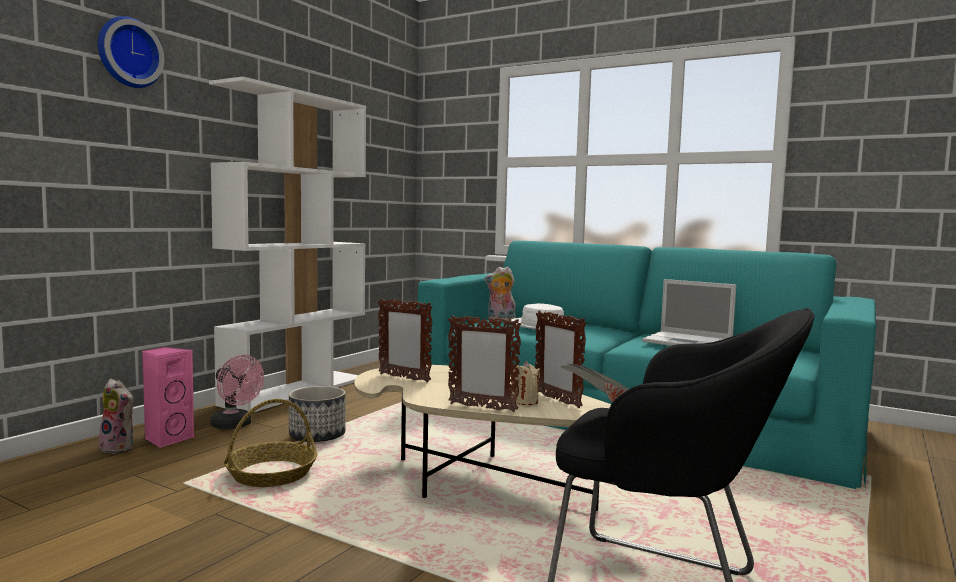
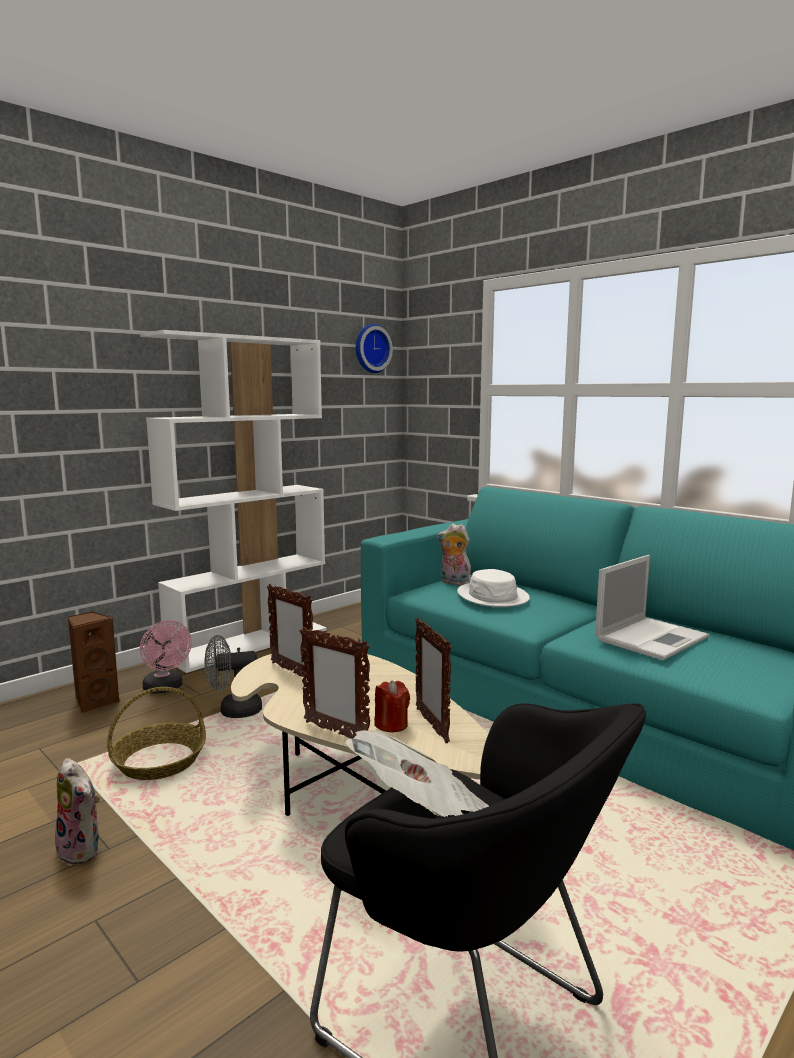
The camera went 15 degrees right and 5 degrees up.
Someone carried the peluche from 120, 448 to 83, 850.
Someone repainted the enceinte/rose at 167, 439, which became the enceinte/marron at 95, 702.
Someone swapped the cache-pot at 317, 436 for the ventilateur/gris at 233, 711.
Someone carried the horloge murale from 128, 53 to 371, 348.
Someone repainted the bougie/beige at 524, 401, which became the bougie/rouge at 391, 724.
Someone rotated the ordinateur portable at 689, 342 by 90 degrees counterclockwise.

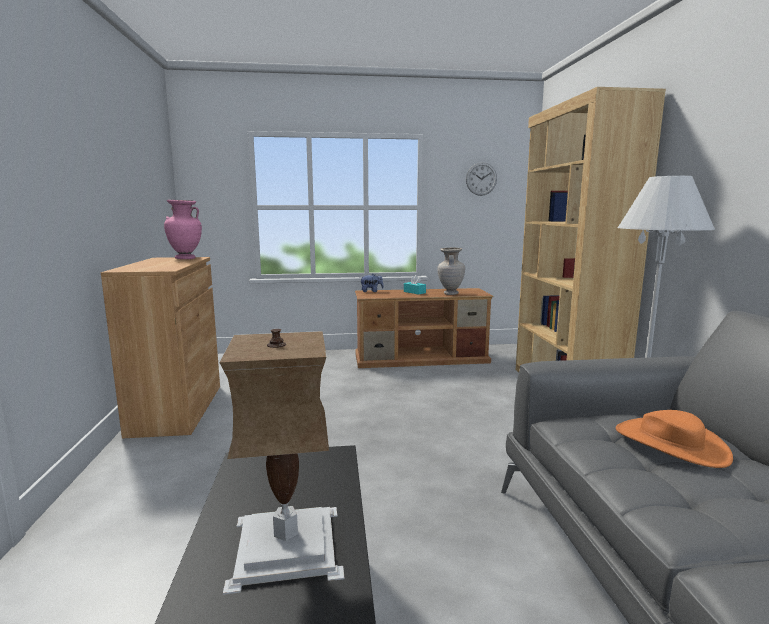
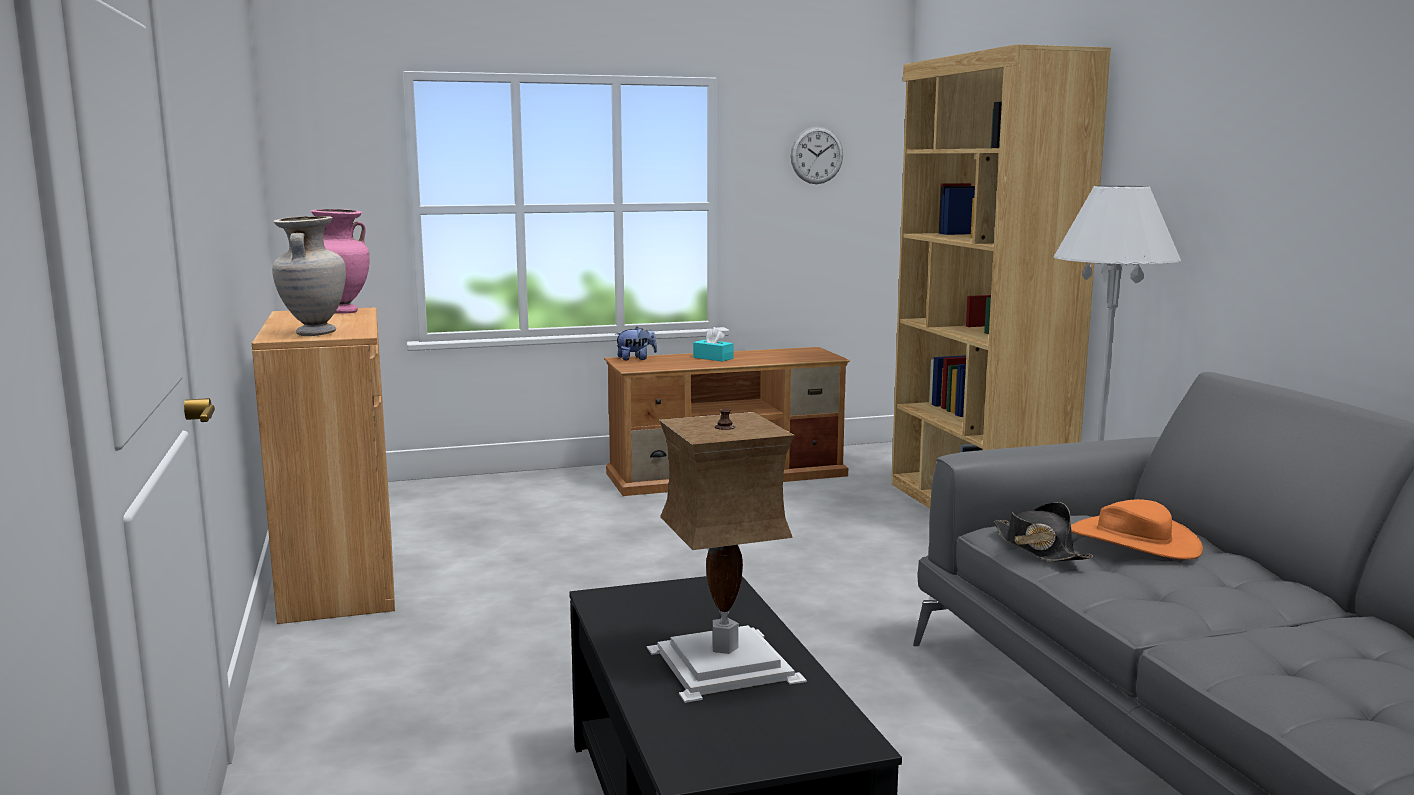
The camera went 10 degrees left and 0 degrees up.
Someone carried the vase/beige from 450, 294 to 314, 333.
Someone put down the chapeau/noir at 1038, 548.

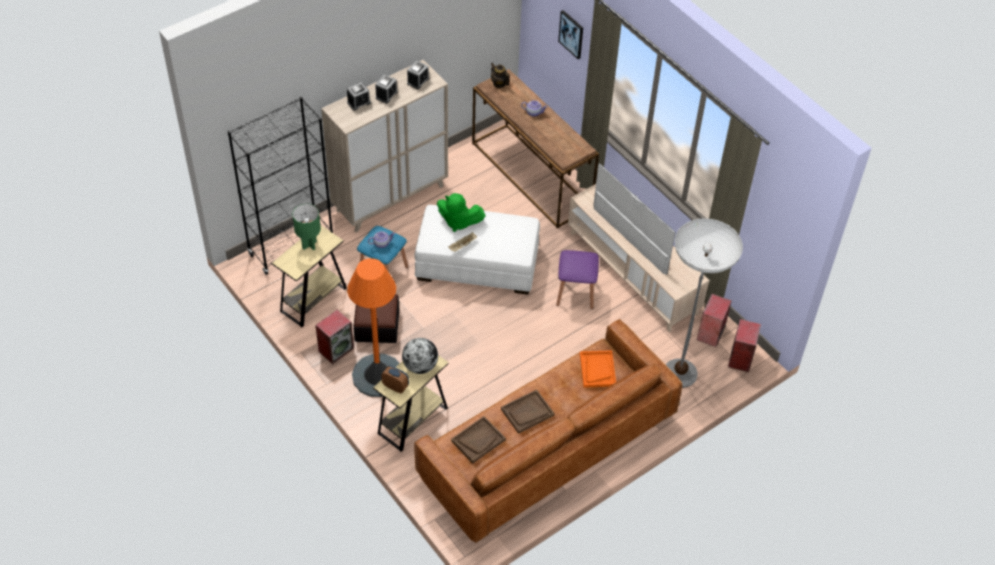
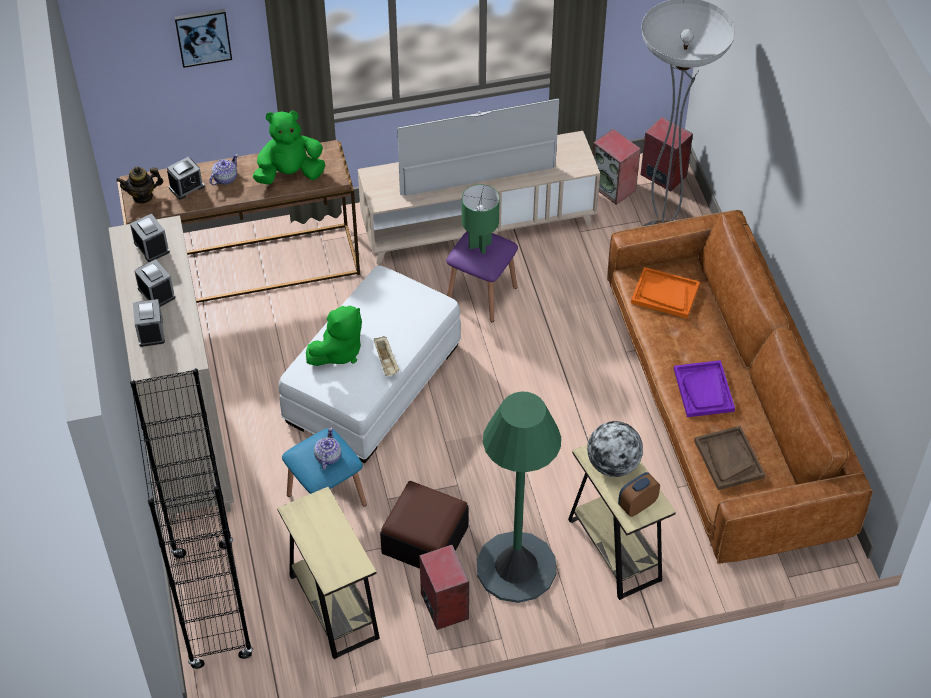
The camera went 65 degrees left and 0 degrees up.
Someone put down the réveil at 186, 187.
Someone put down the peluche/vert at 290, 174.
Someone carried the lampe de table/vert from 309, 245 to 479, 245.
Someone repainted the lampadaire/orange at 377, 375, which became the lampadaire/vert at 516, 567.
Someone repainted the plateau/marron at 527, 412, which became the plateau/violet at 704, 390.

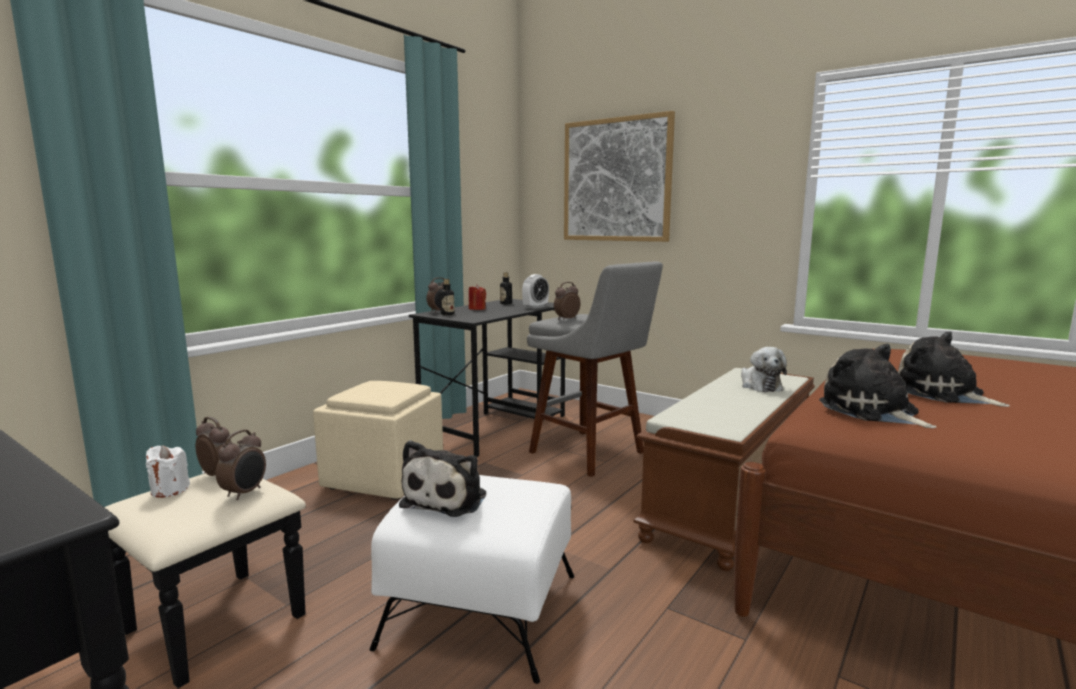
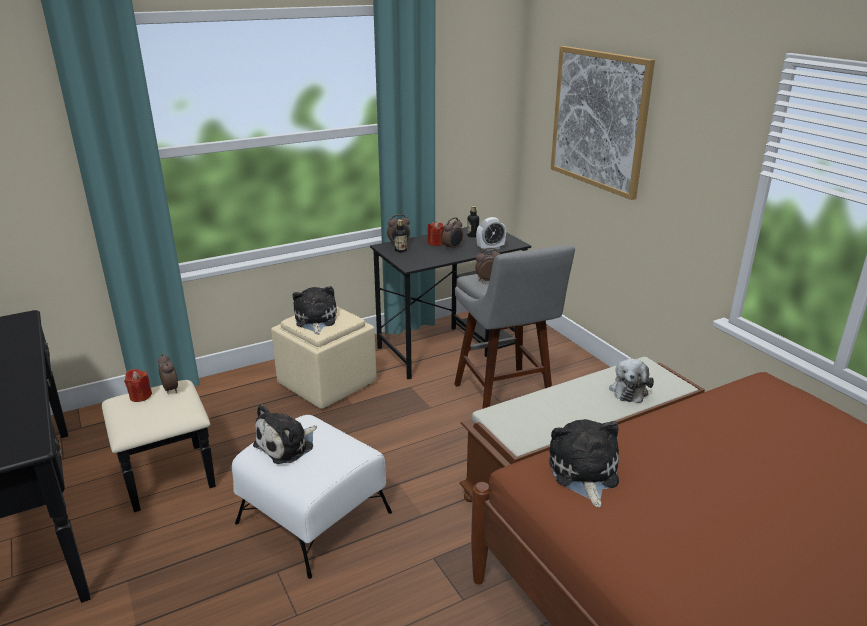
The camera went 25 degrees right and 15 degrees up.
Someone repainted the bougie/blanc at 170, 490, which became the bougie/rouge at 140, 396.
Someone carried the peluche from 942, 394 to 315, 320.
Someone carried the réveil from 245, 493 to 453, 248.

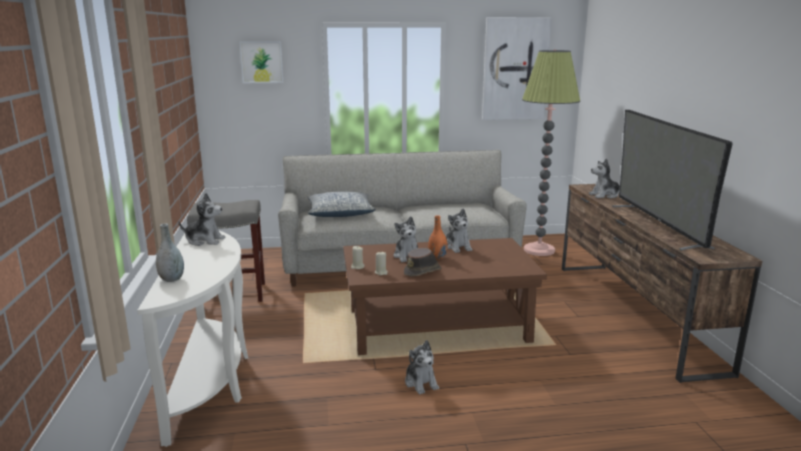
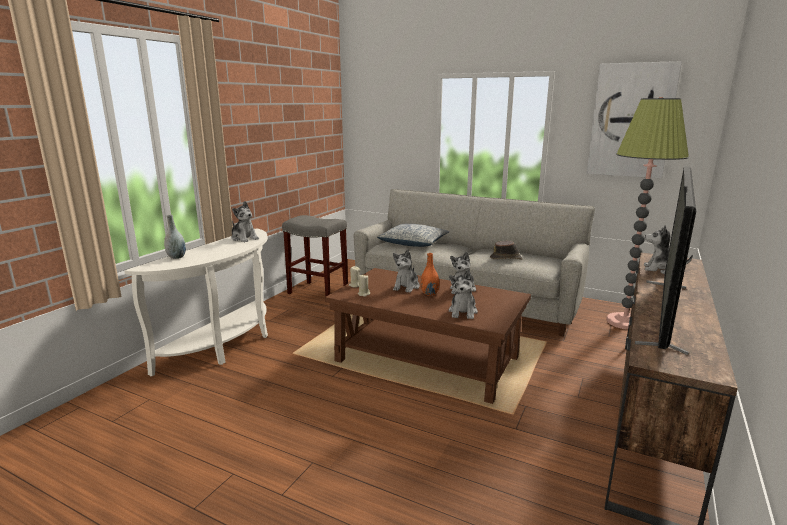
The camera went 35 degrees right and 0 degrees up.
Someone carried the peluche from 421, 383 to 463, 312.
Someone carried the chapeau/marron from 423, 271 to 506, 259.
Someone took away the tableau at 261, 62.

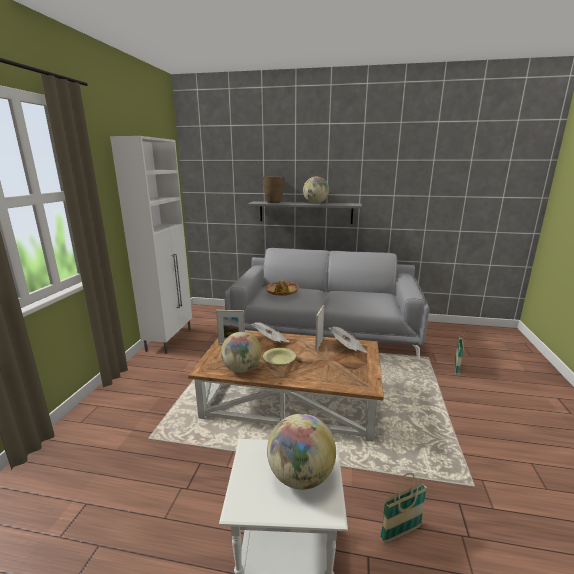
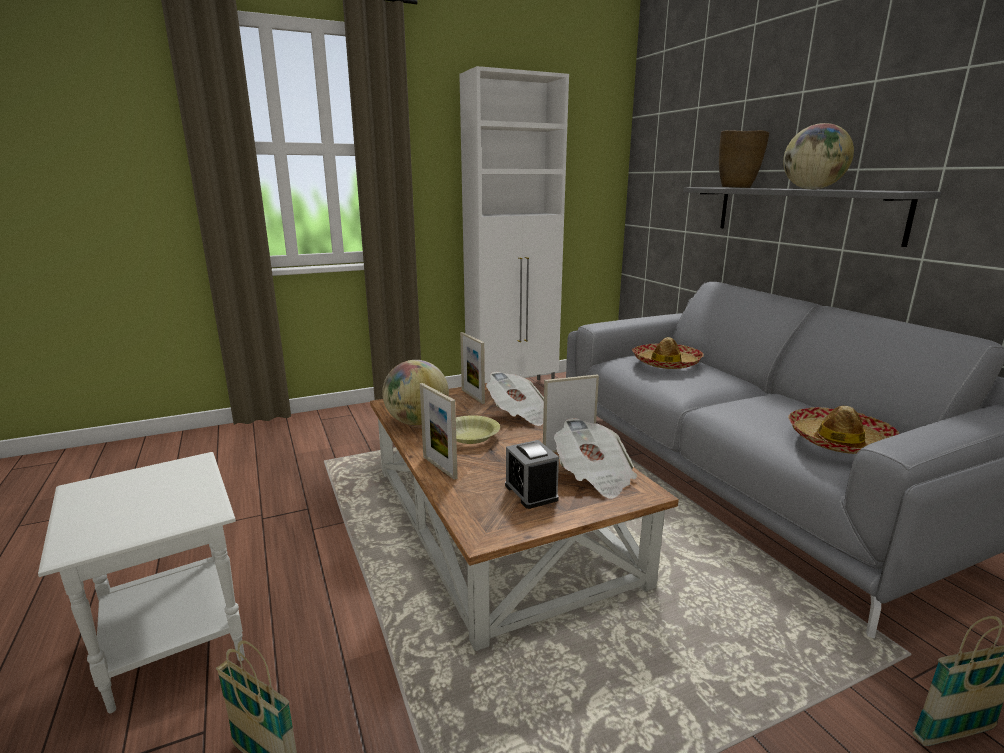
The camera went 55 degrees right and 0 degrees up.
Someone put down the cadre photo at 439, 467.
Someone put down the réveil at 531, 492.
Someone put down the chapeau at 838, 441.
Someone took away the globe at 300, 476.

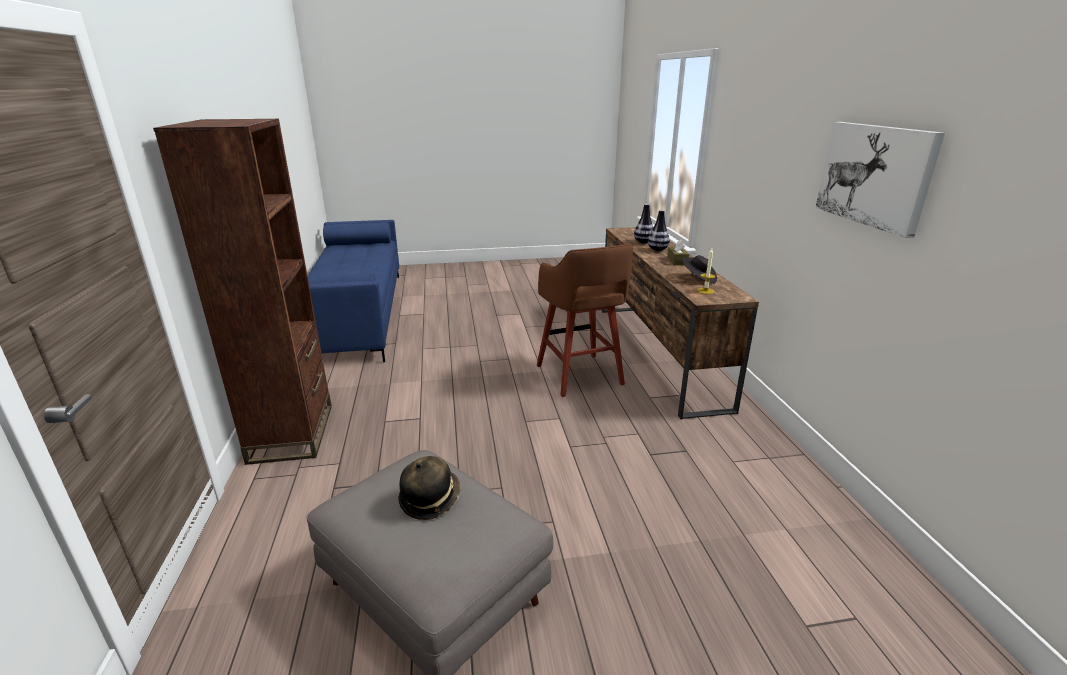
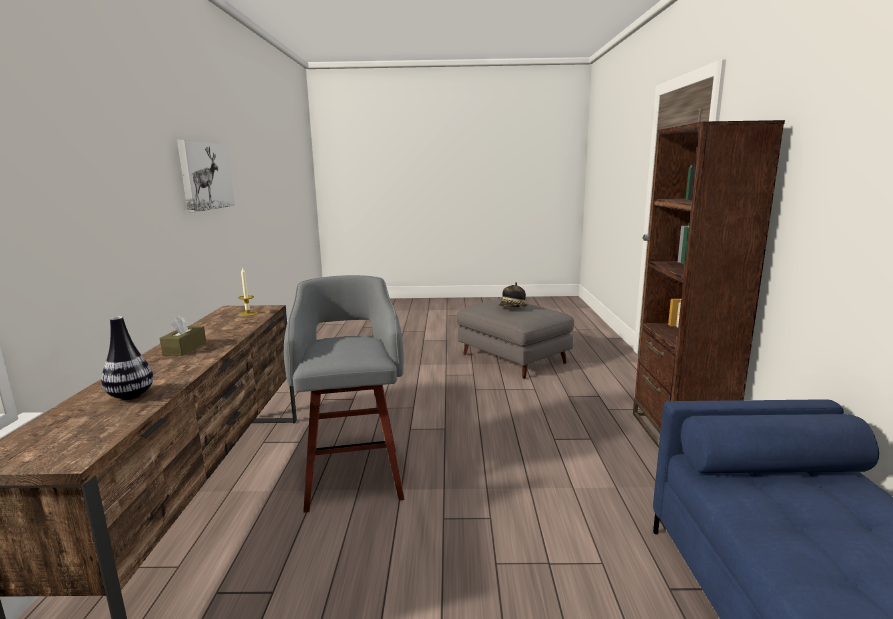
The camera went 170 degrees left and 10 degrees down.
Someone repainted the tabouret/marron at 580, 376, which became the tabouret/gris at 354, 475.
Someone took away the vase at 657, 250.
Someone took away the chapeau/noir at 698, 279.

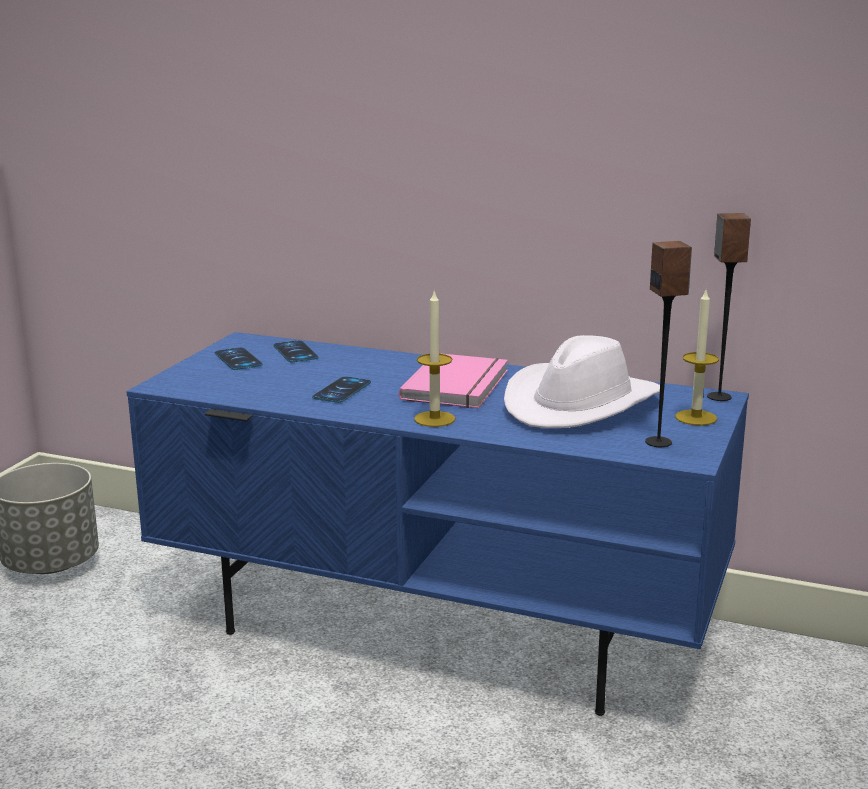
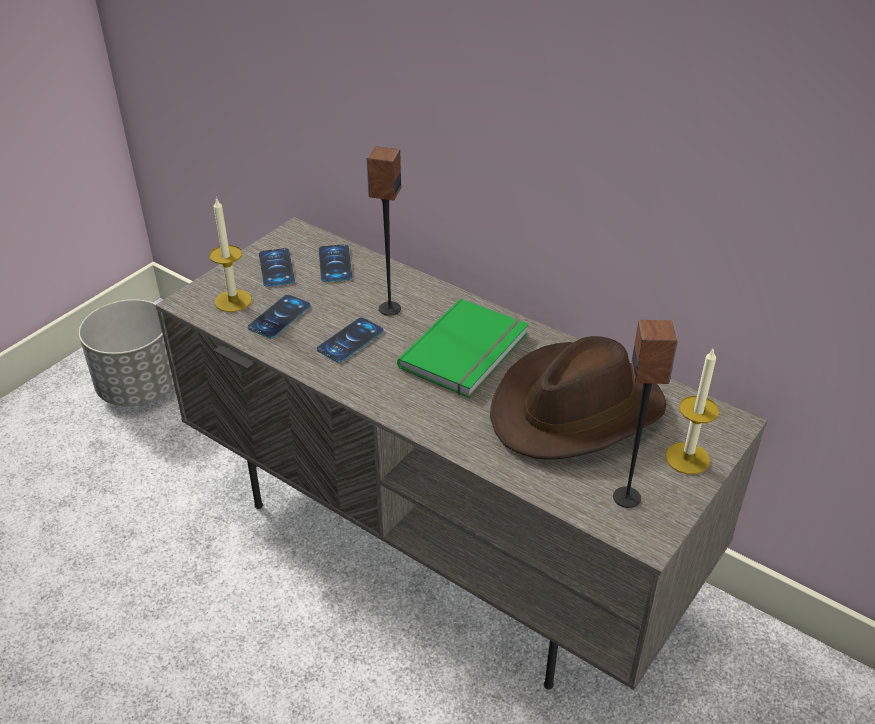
The camera went 15 degrees right and 20 degrees up.
Someone repainted the meuble télé/bleu at 440, 626, which became the meuble télé/gris at 444, 536.
Someone carried the bougie from 434, 419 to 233, 301.
Someone put down the téléphone at 279, 317.
Someone carried the enceinte from 718, 397 to 389, 308.
Someone repainted the livre/rose at 459, 385, which became the livre/vert at 468, 351.
Someone repainted the chapeau/blanc at 581, 404, which became the chapeau/marron at 576, 409.

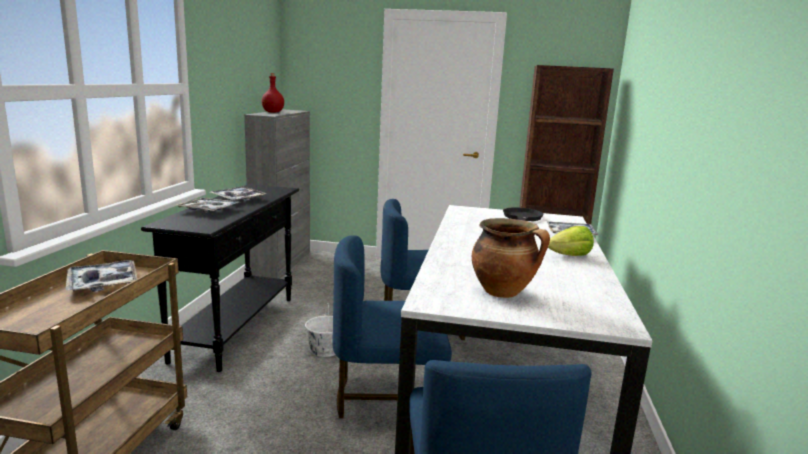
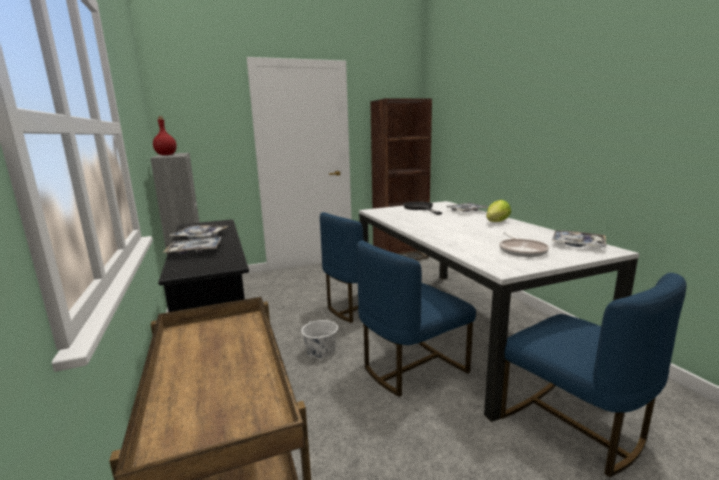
The camera went 30 degrees left and 0 degrees up.
Someone swapped the marmite at 504, 292 for the poêle at 521, 250.
Someone carried the plateau from 103, 283 to 577, 244.

